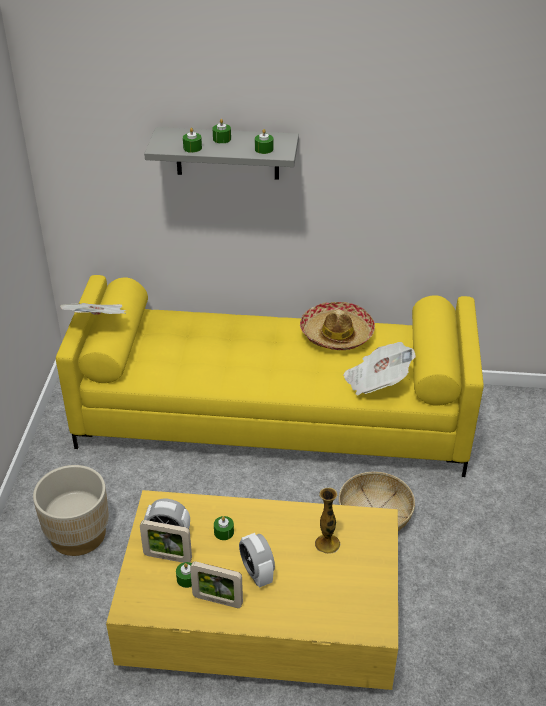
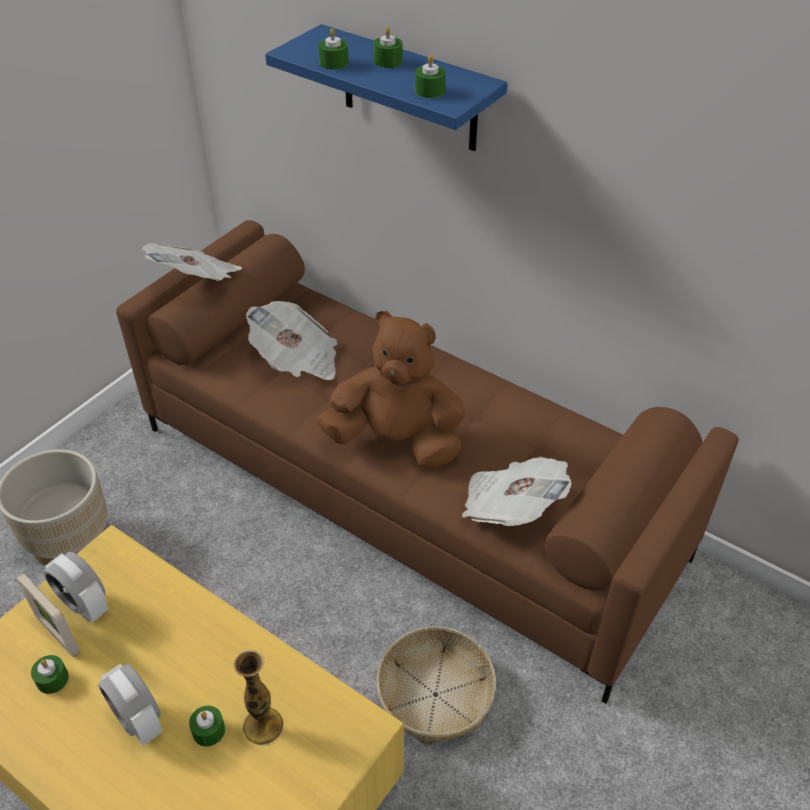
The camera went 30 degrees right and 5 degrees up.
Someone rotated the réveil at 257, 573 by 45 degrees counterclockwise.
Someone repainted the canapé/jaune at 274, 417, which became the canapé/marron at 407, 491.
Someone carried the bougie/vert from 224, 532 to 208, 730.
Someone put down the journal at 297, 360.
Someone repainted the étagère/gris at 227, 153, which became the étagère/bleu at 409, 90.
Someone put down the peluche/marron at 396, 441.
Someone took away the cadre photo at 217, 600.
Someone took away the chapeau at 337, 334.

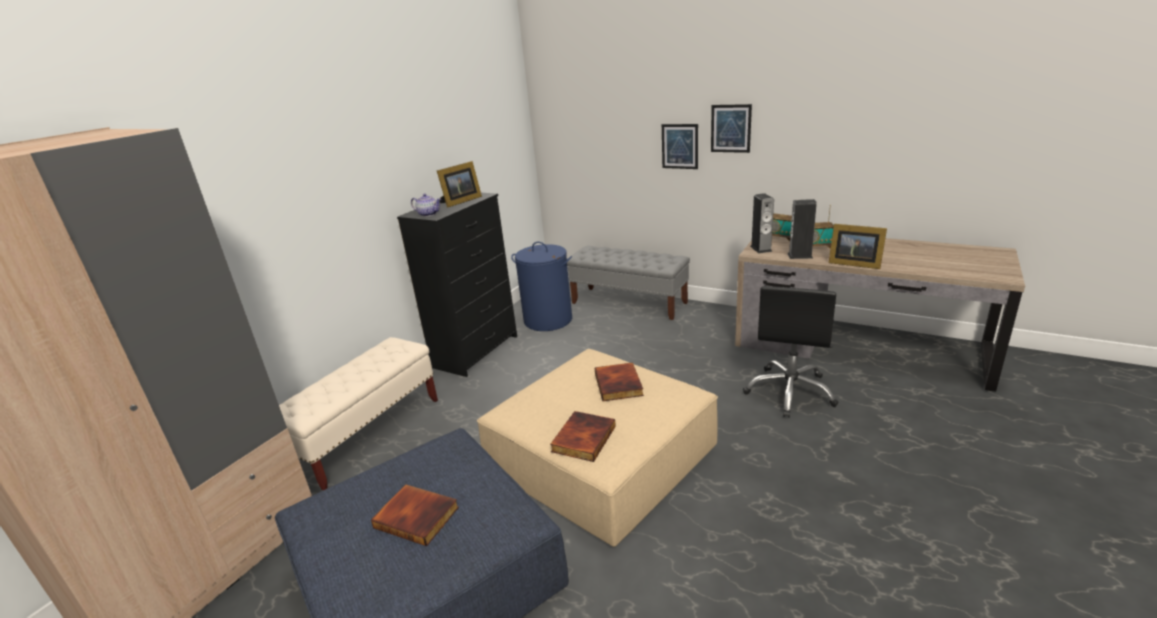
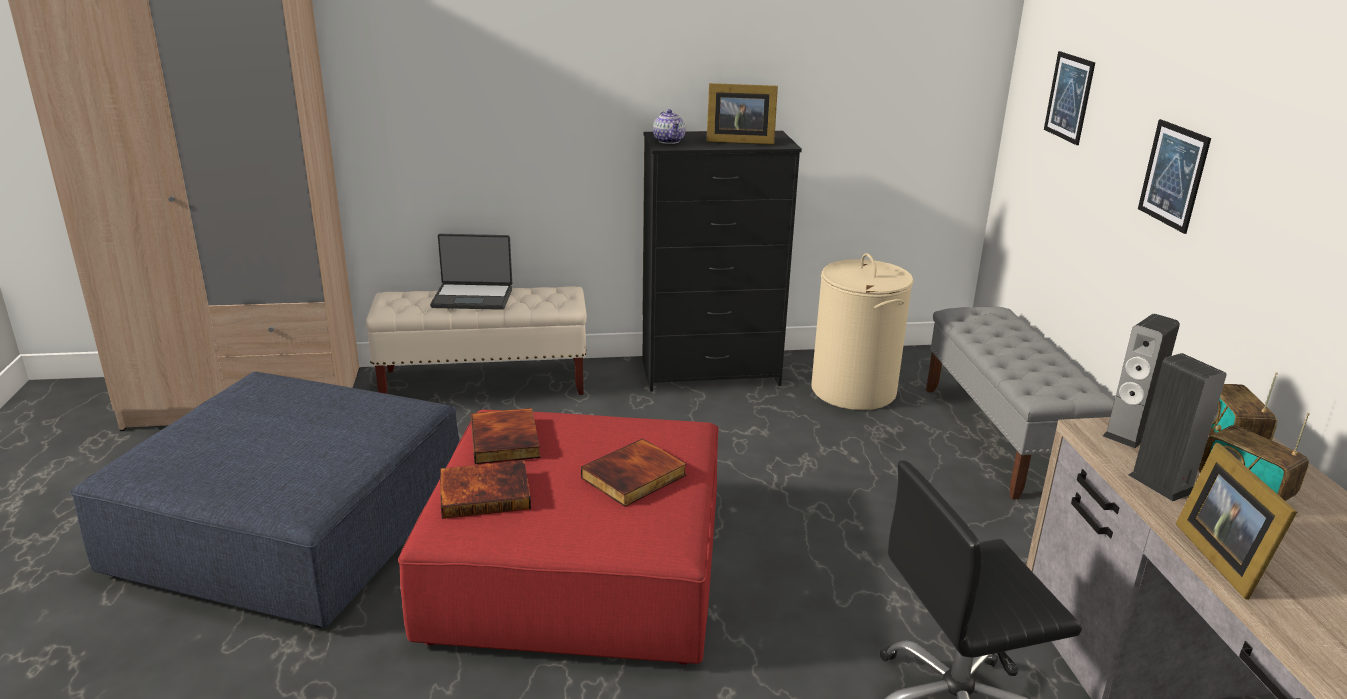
The camera went 50 degrees right and 0 degrees up.
Someone repainted the pouf/beige at 601, 460, which became the pouf/rouge at 579, 568.
Someone put down the ordinateur portable at 473, 297.
Someone carried the livre from 418, 516 to 507, 440.
Someone repainted the panier à linge/bleu at 548, 320, which became the panier à linge/beige at 854, 390.
Someone carried the tableau from 730, 128 to 1069, 97.

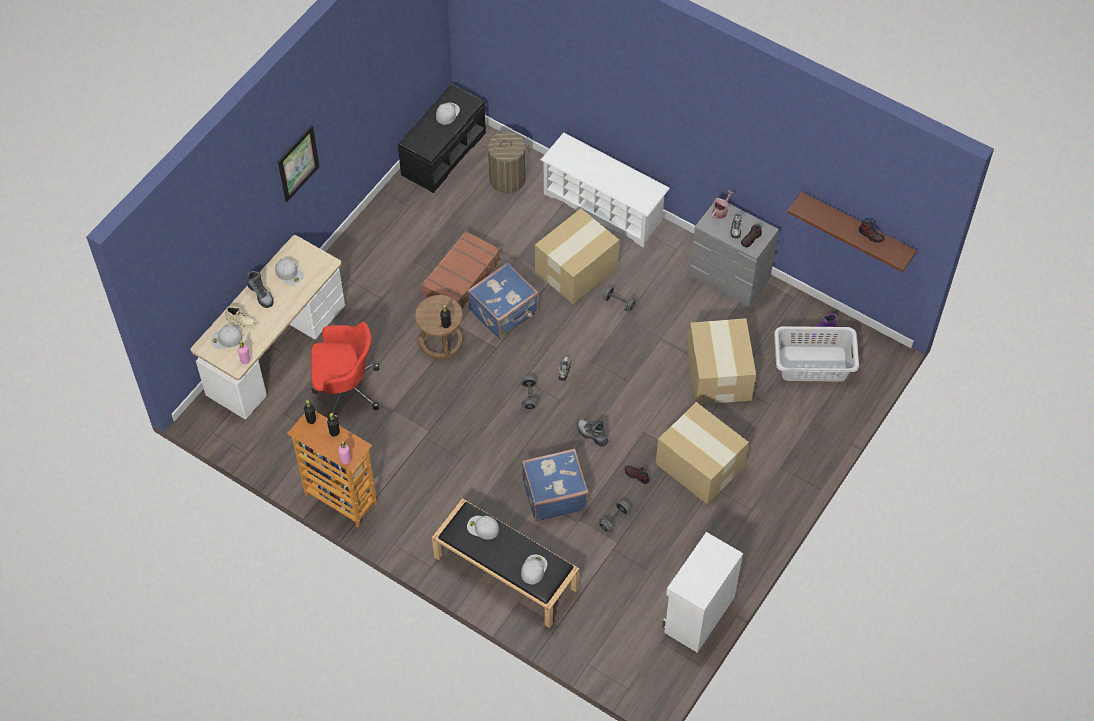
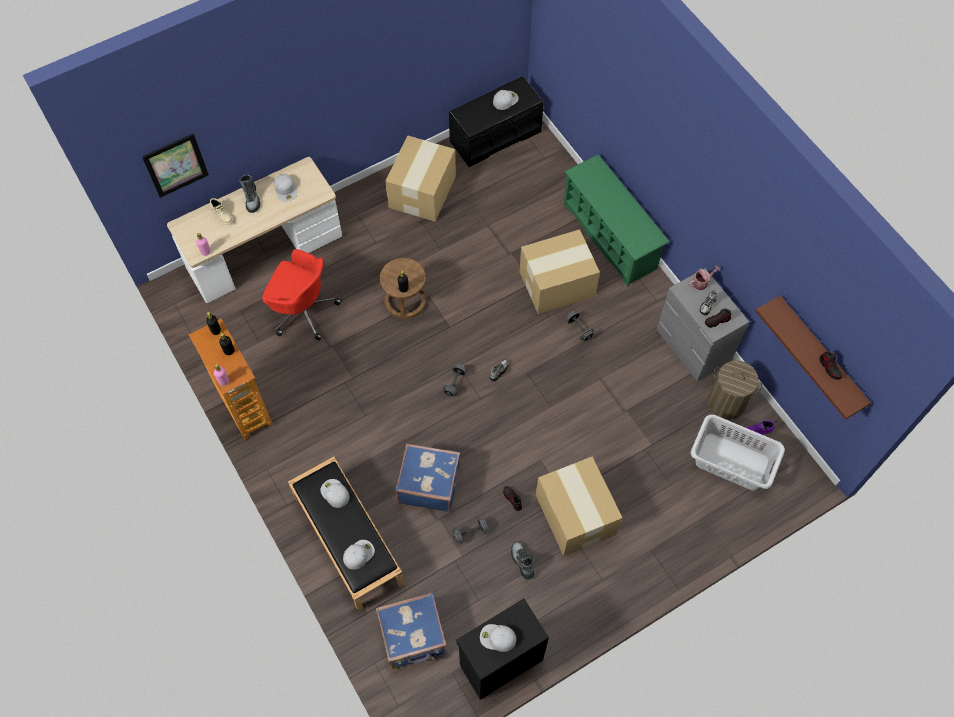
The camera went 25 degrees right and 5 degrees up.
Someone carried the tableau from 298, 163 to 175, 165.
Someone carried the valise/bleu from 504, 312 to 414, 637.
Someone carried the carton from 718, 375 to 421, 192.
Someone repainted the meuble de rangement/blanc at 698, 614, which became the meuble de rangement/noir at 500, 661.
Someone carried the casquette/blanc from 226, 339 to 497, 638.
Someone carried the botte from 592, 434 to 522, 561.
Someone repainted the étagère à chaussures/blanc at 603, 207, which became the étagère à chaussures/vert at 610, 236.
Someone carried the panier à linge from 507, 179 to 726, 402.
Someone took away the valise/marron at 461, 278.

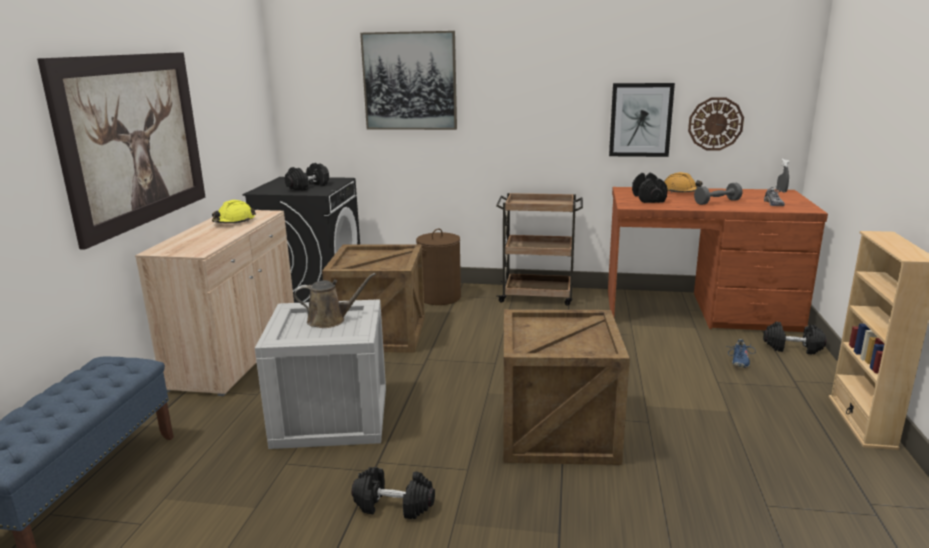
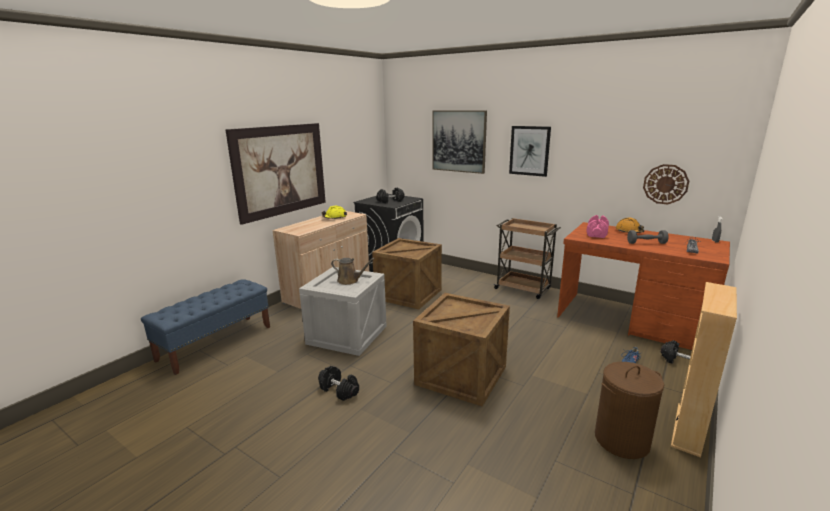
The camera went 25 degrees right and 0 degrees up.
Someone carried the tableau from 640, 120 to 529, 150.
Someone repainted the haltère/noir at 648, 198, which became the haltère/rose at 596, 234.
Someone carried the panier à linge/marron from 440, 297 to 622, 440.

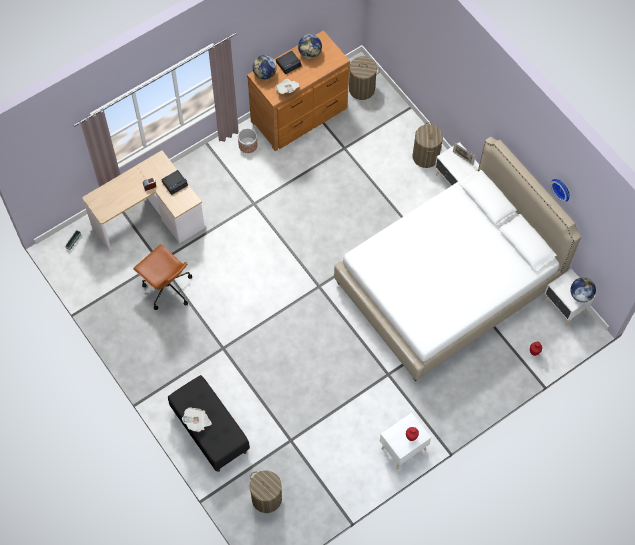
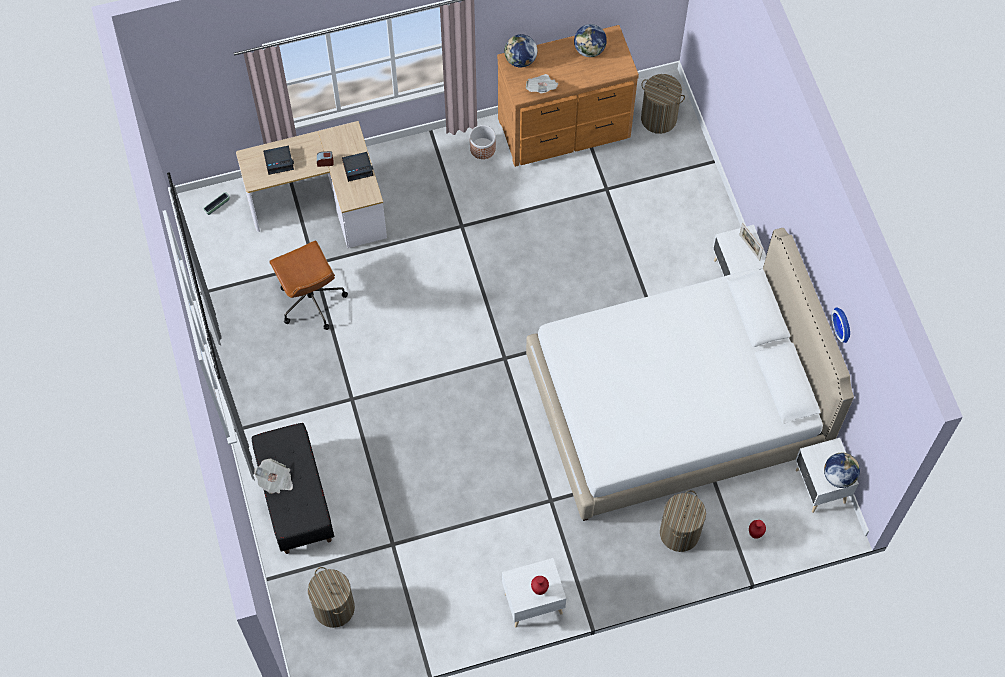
The camera went 20 degrees right and 0 degrees up.
Someone carried the réveil from 288, 63 to 279, 161.
Someone carried the panier à linge from 425, 156 to 679, 533.

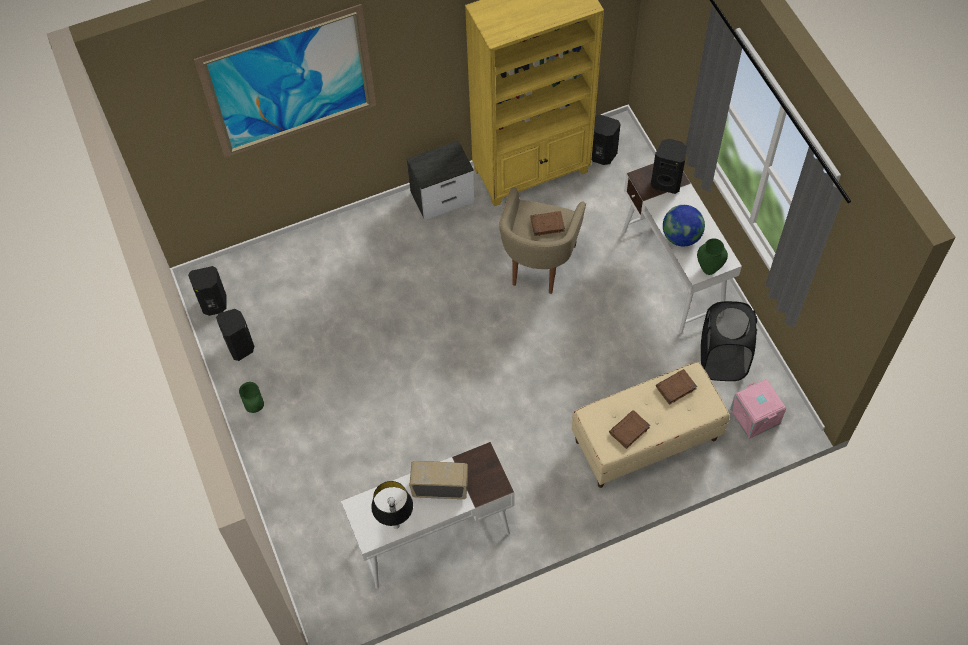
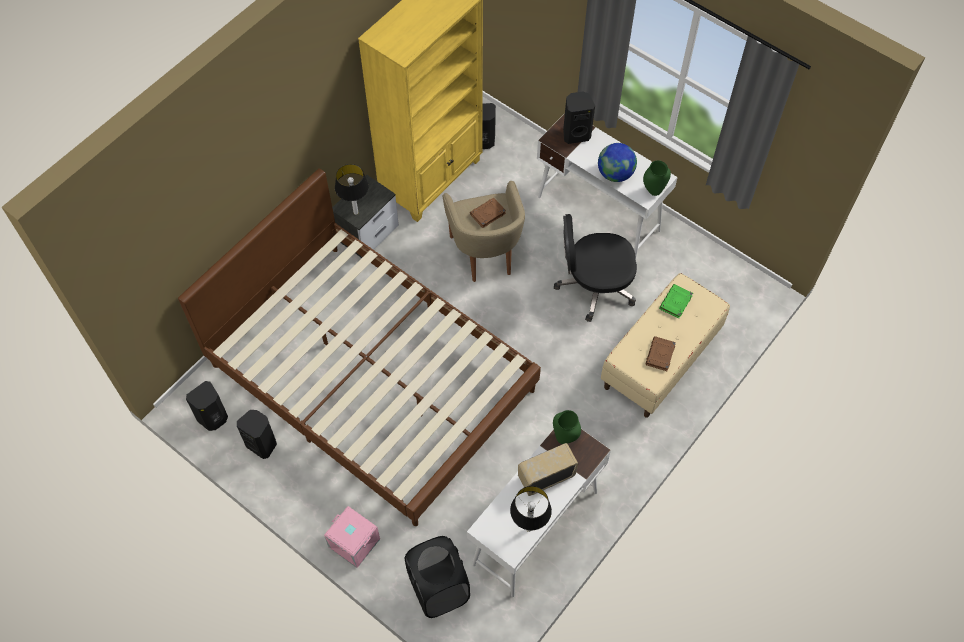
The camera went 30 degrees left and 0 degrees up.
Someone put down the lit/marron at 372, 376.
Someone carried the boîte de rangement/rose from 754, 417 to 353, 543.
Someone put down the lampe de table at 355, 212.
Someone carried the panier à linge/noir from 722, 360 to 439, 589.
Someone carried the vase/vert from 255, 408 to 564, 438.
Someone put down the chaise de bureau/noir at 594, 286.
Someone repainted the livre/marron at 675, 388, which became the livre/vert at 675, 303.
Someone took away the tableau at 290, 83.

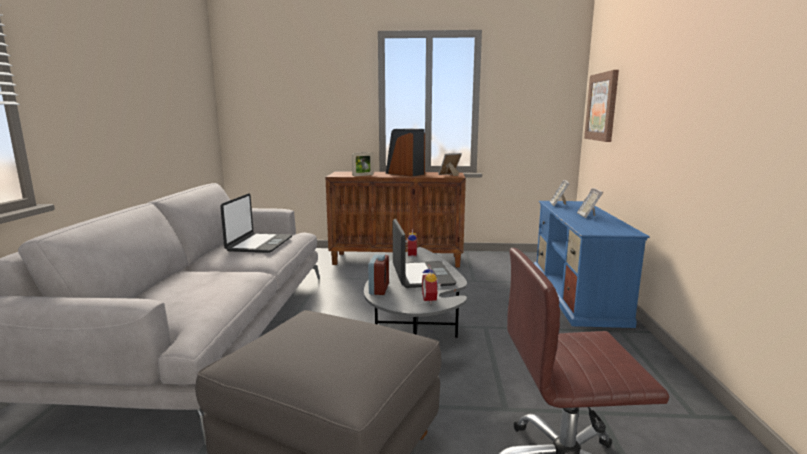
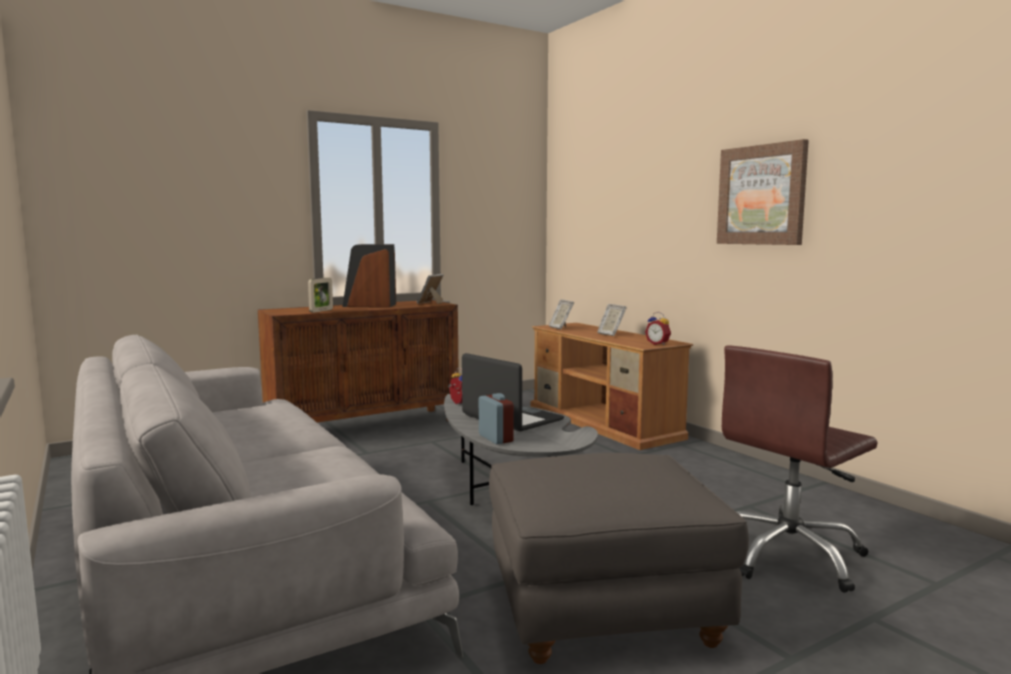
The camera went 35 degrees left and 5 degrees down.
Someone repainted the meuble télé/bleu at 577, 293, which became the meuble télé/marron at 604, 422.
Someone carried the réveil from 431, 300 to 658, 344.
Someone carried the tableau from 602, 107 to 761, 195.
Someone took away the ordinateur portable at 259, 244.

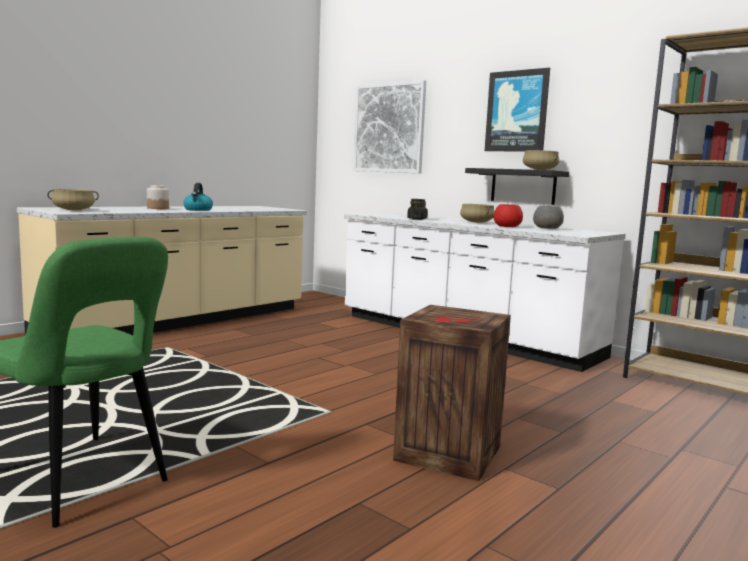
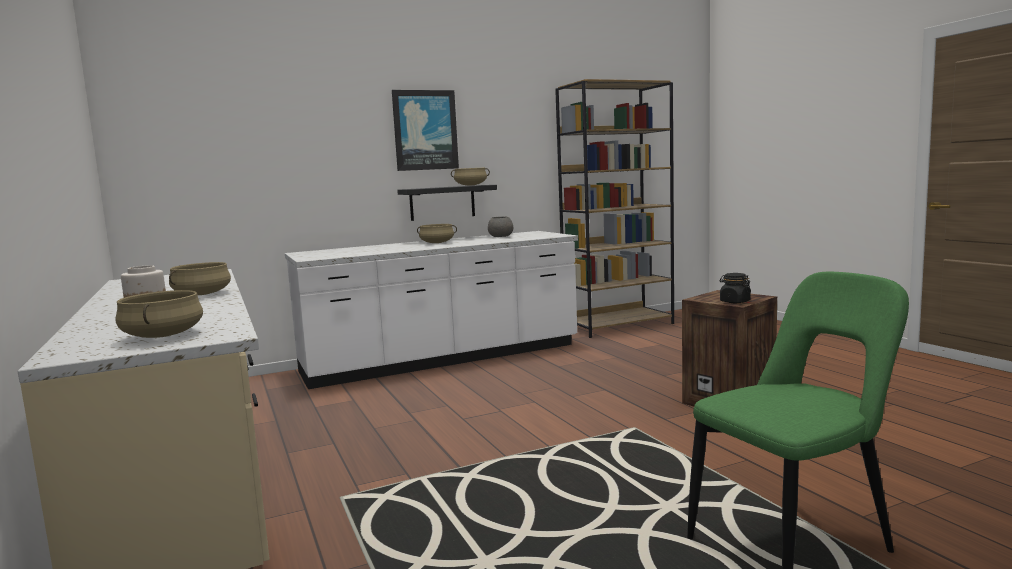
The camera went 65 degrees left and 0 degrees up.
Someone swapped the bouilloire at 198, 210 for the marmite/beige at 202, 294.
Someone carried the bocal/noir from 417, 219 to 734, 302.
Someone took away the tableau at 389, 128.
Someone took away the bol/rouge at 507, 226.

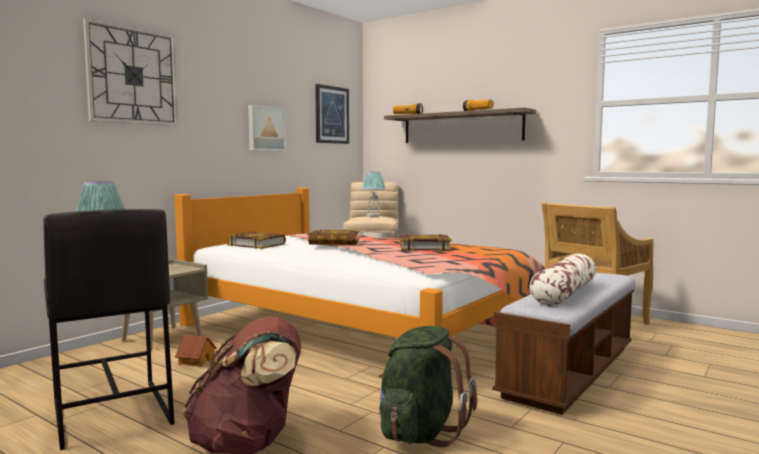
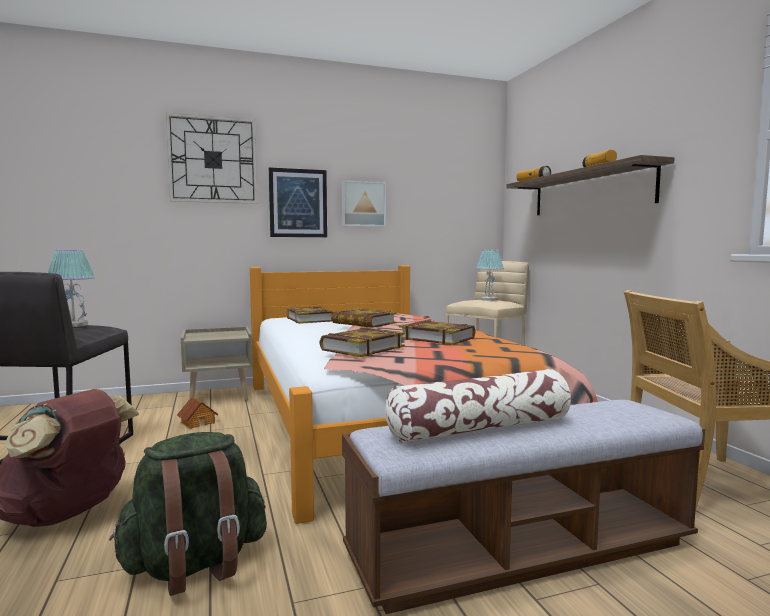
The camera went 35 degrees right and 0 degrees up.
Someone carried the tableau from 331, 115 to 298, 203.
Someone put down the livre at 362, 348.

